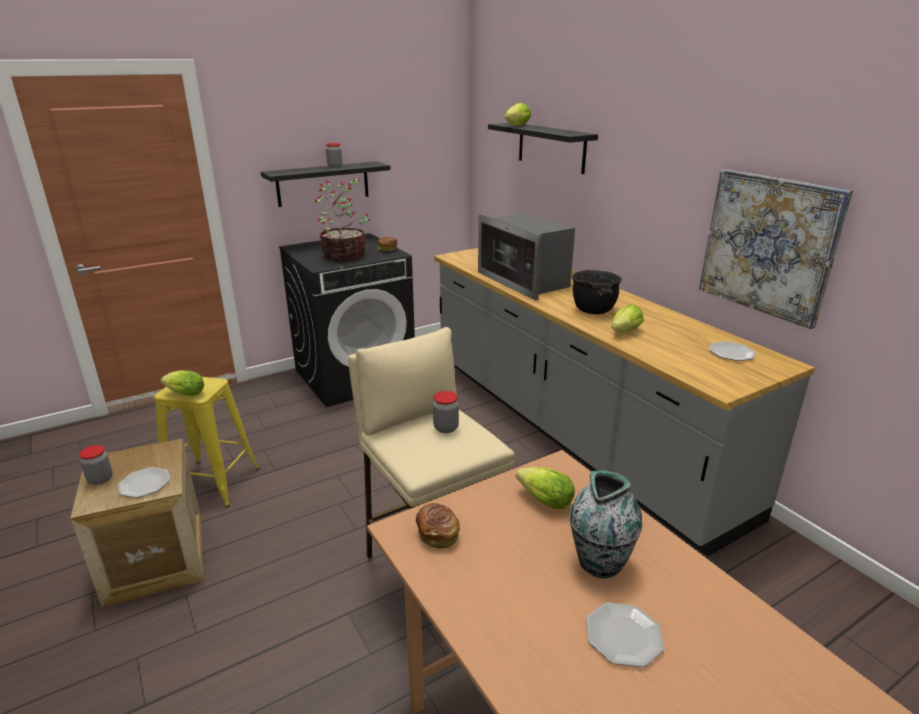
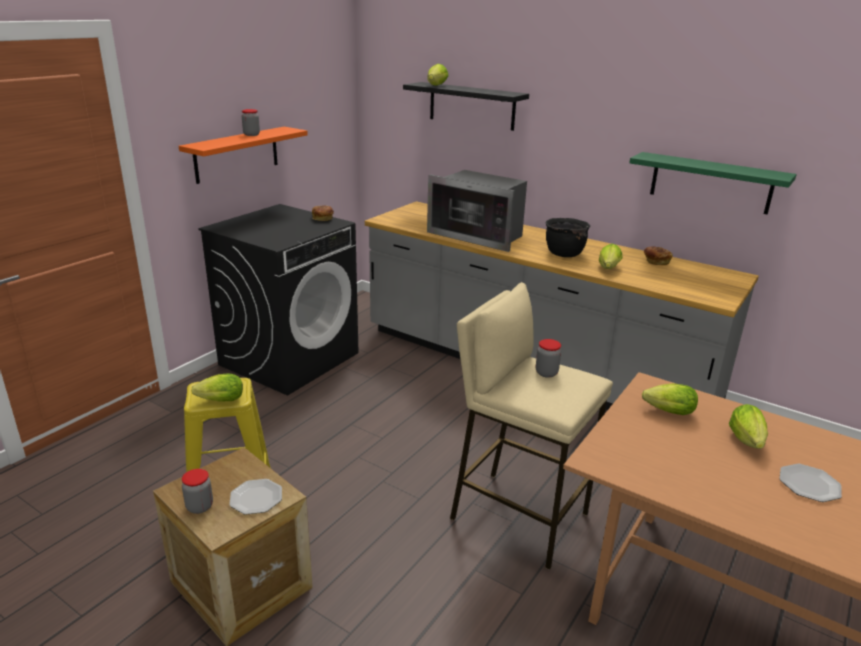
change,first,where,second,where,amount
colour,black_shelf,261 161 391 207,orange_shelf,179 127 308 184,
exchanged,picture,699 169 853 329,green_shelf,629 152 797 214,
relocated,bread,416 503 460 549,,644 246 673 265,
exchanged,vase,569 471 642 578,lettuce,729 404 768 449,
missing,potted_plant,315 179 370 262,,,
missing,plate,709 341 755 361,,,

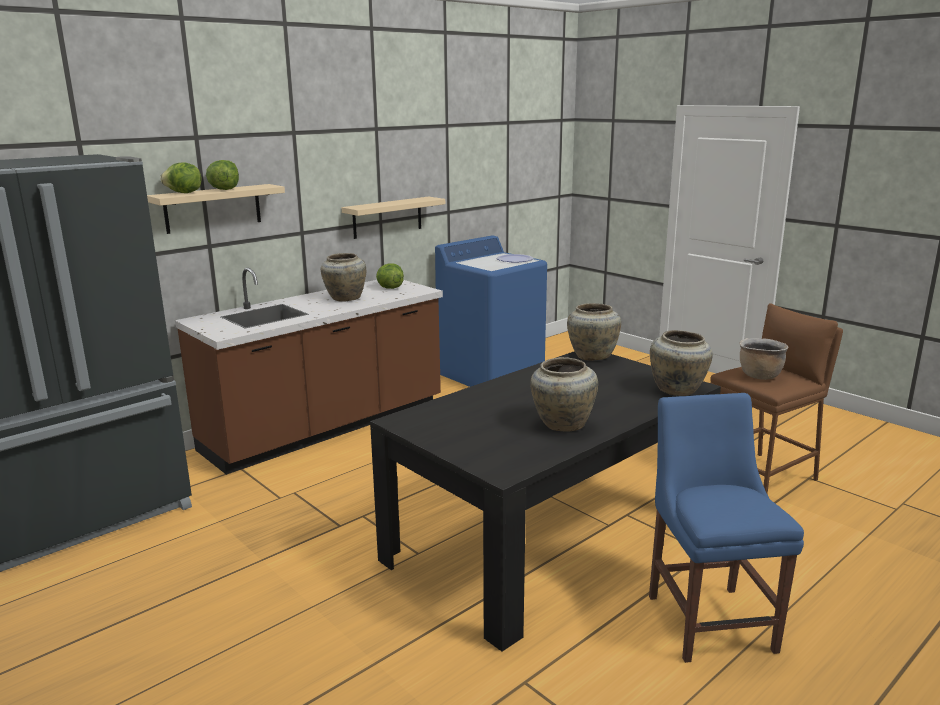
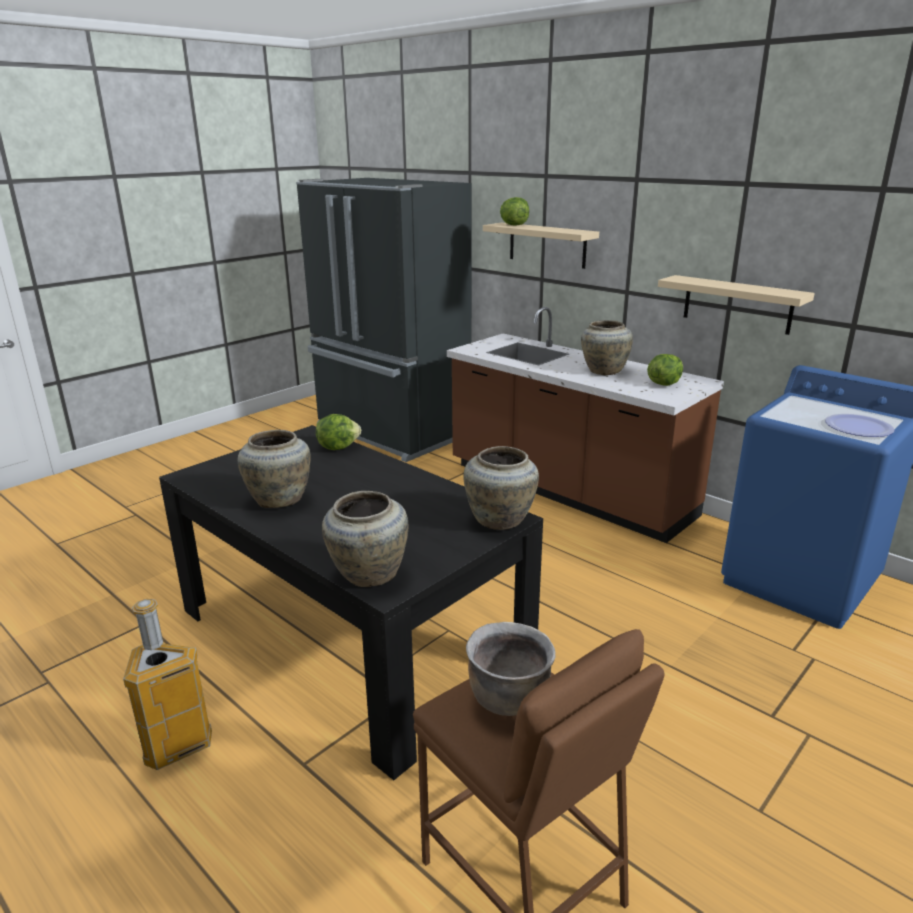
change,first,where,second,where,amount
exchanged,blue_chair,649 393 804 663,trash_can,123 599 212 770,
relocated,lettuce,206 160 239 190,,316 414 361 450,

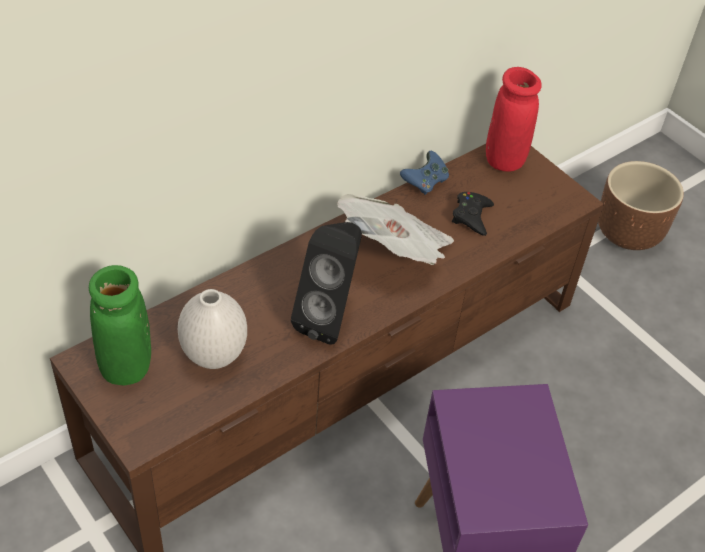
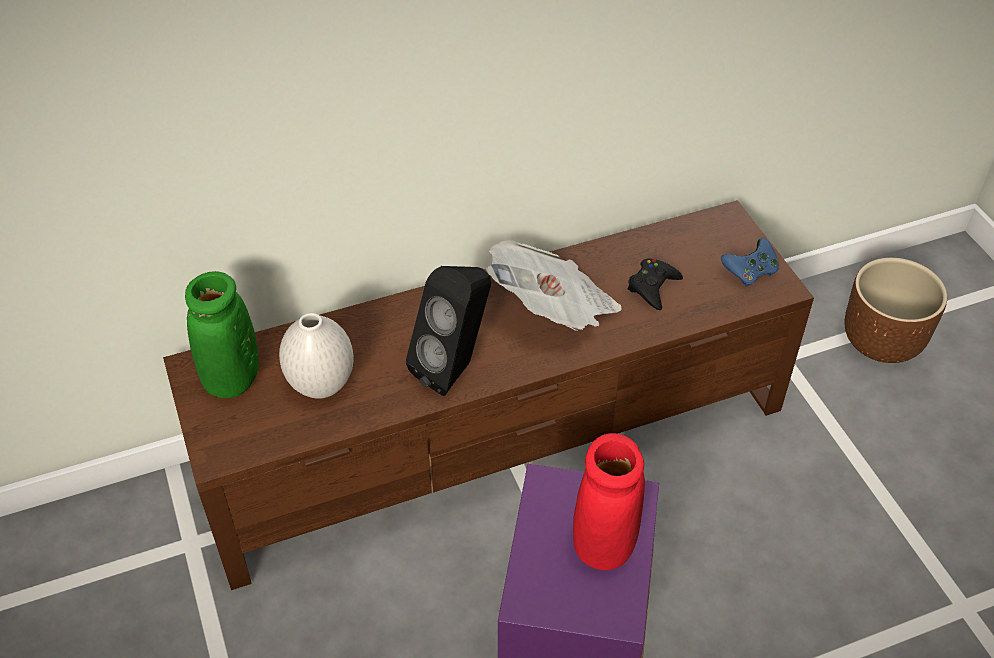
change,first,where,second,where,amount
relocated,red_vase,486 67 542 172,,573 433 645 570,
relocated,blue_game_controller,400 151 449 195,,721 238 779 287,

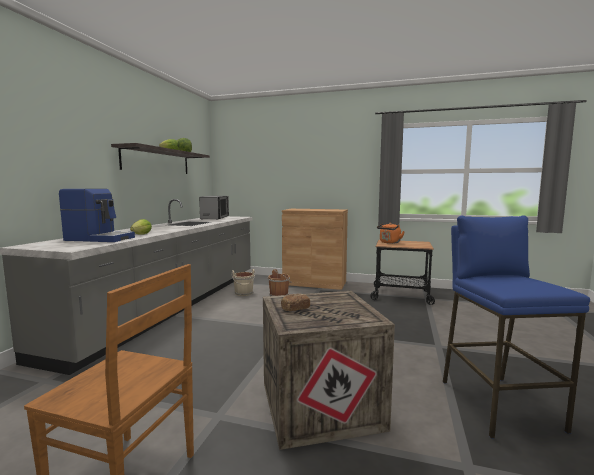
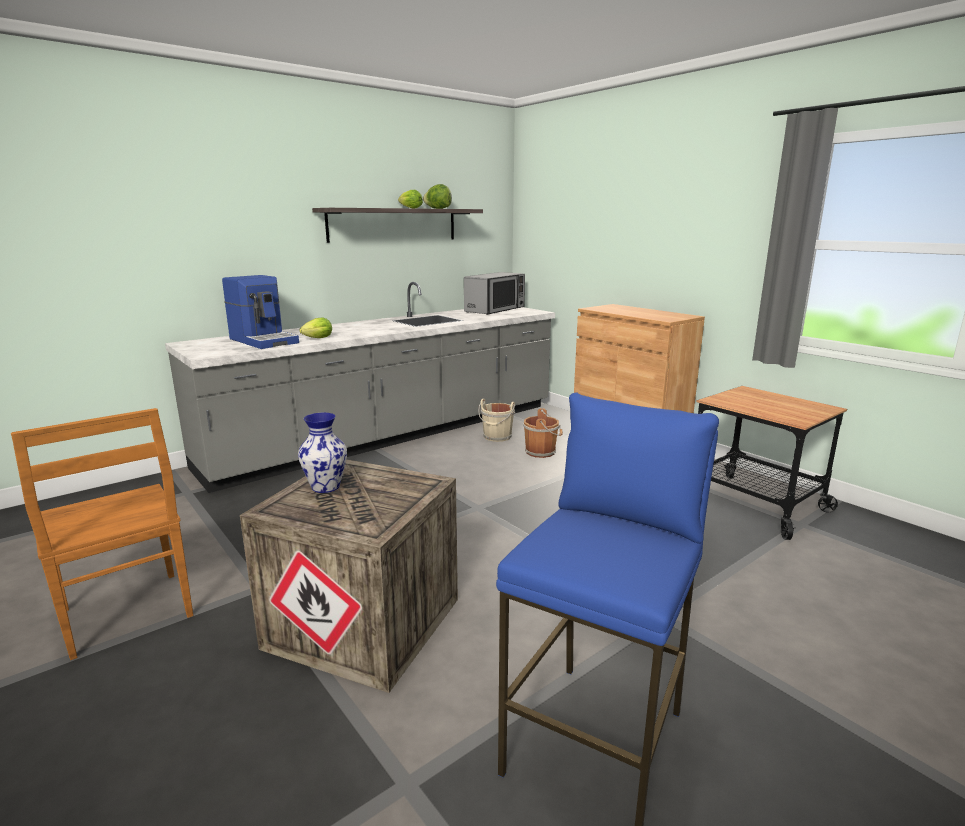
change,first,where,second,where,amount
exchanged,bread,281 293 310 311,vase,298 413 347 493,
missing,orange_kettle,377 223 405 244,,,

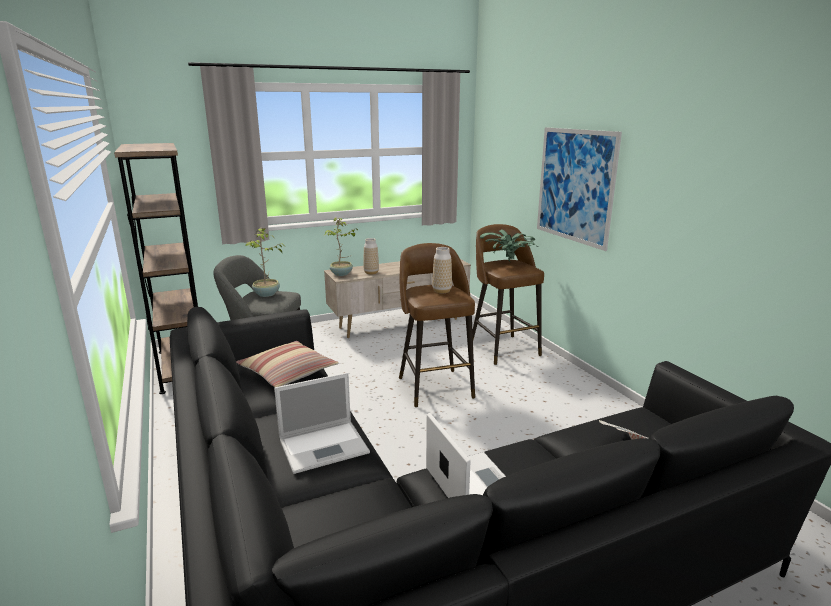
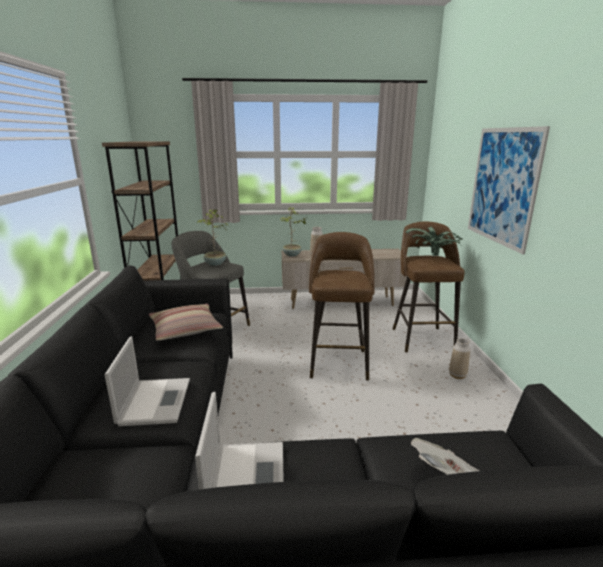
change,first,where,second,where,amount
spun,laptop,274 372 370 474,,105 336 190 426,90 degrees counterclockwise
relocated,vase,432 247 452 294,,449 338 470 379,

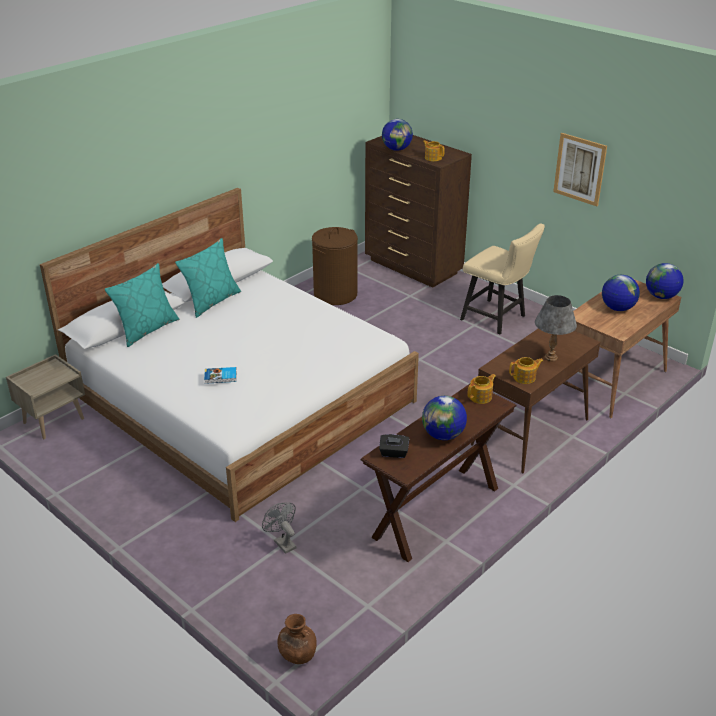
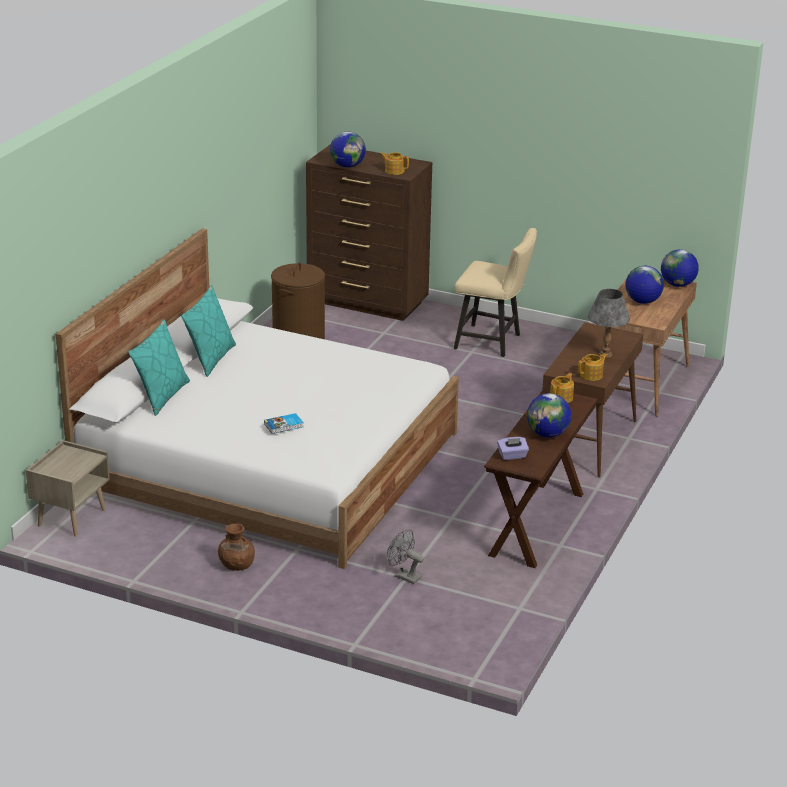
change,first,where,second,where,amount
relocated,brown_vase,277 614 317 664,,218 524 255 571,
colour,black_tissue_box,379 434 409 458,purple_tissue_box,497 437 529 460,
missing,picture,553 133 607 207,,,

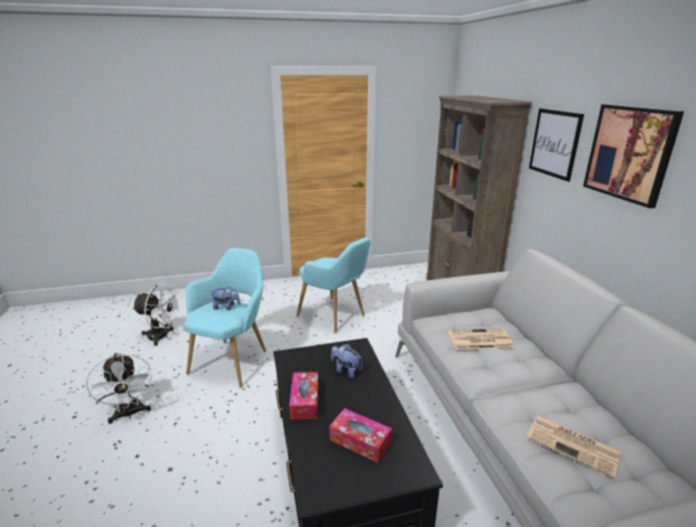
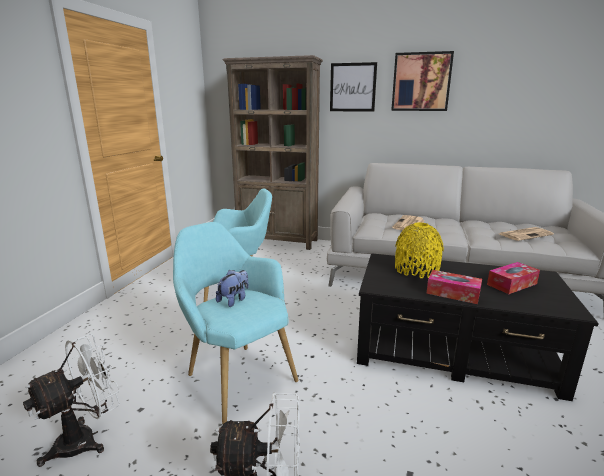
change,first,where,second,where,amount
exchanged,plush_toy,331 344 363 379,yellow_vase,395 222 444 278,

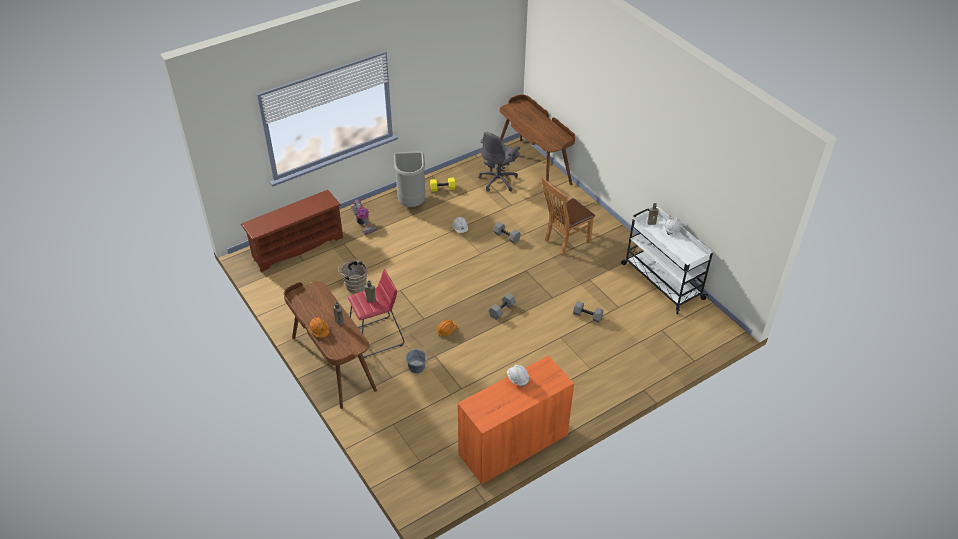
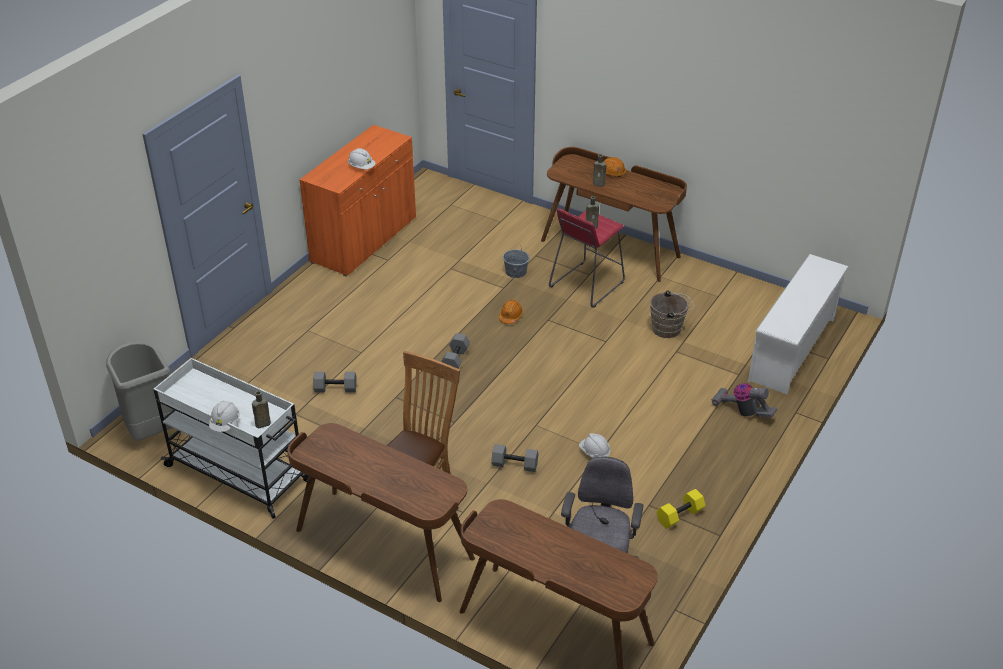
change,first,where,second,where,amount
relocated,grey_trash_can,394 151 425 207,,106 341 174 441,
appeared,,,brown_desk,288 423 475 602,
colour,brown_shoe_rack,241 190 343 272,white_shoe_rack,748 254 849 394,

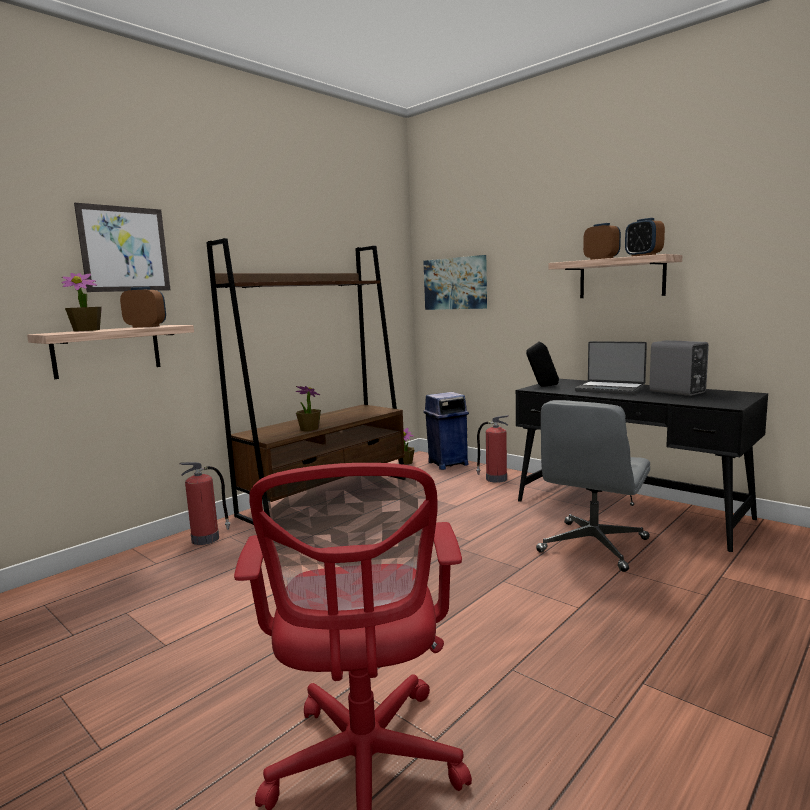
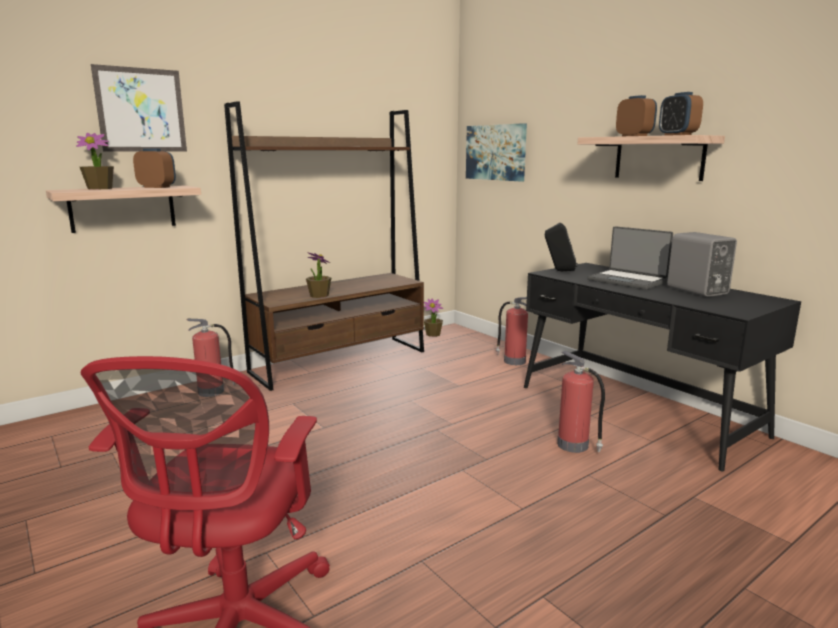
change,first,where,second,where,amount
exchanged,grey_office_chair,536 400 650 572,fire_extinguisher,557 350 605 453,
missing,blue_trash_can,423 392 469 470,,,

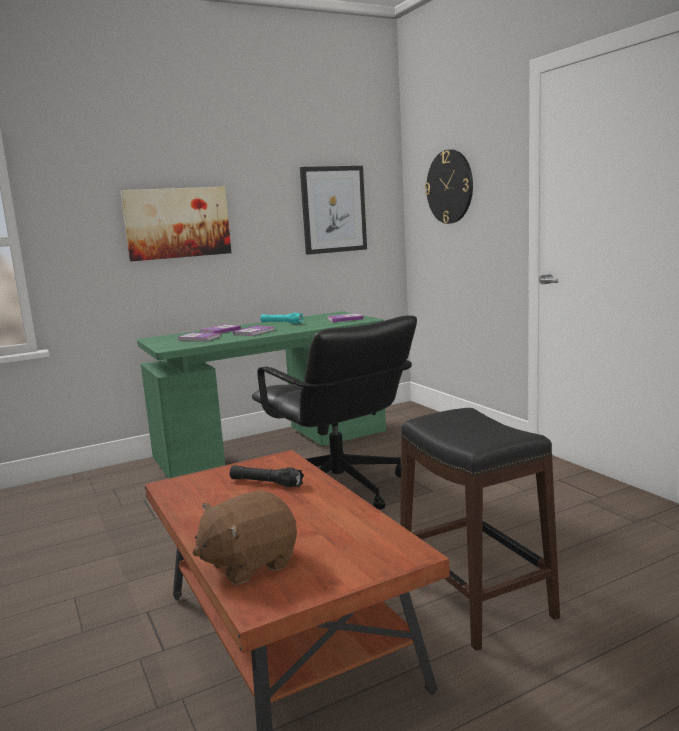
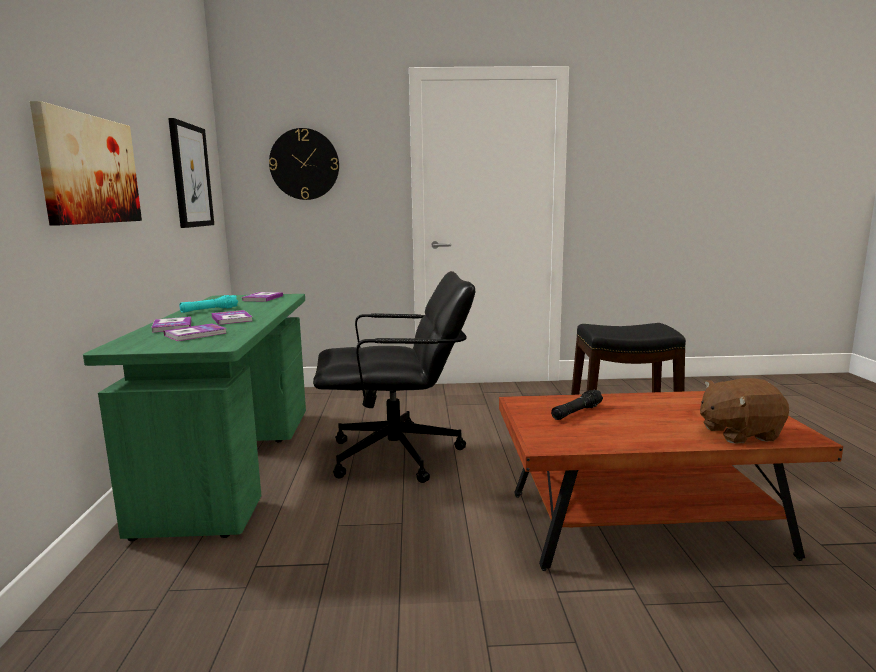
change,first,where,second,where,amount
spun,brown_plush_toy,193 491 297 585,,700 378 789 443,90 degrees clockwise

